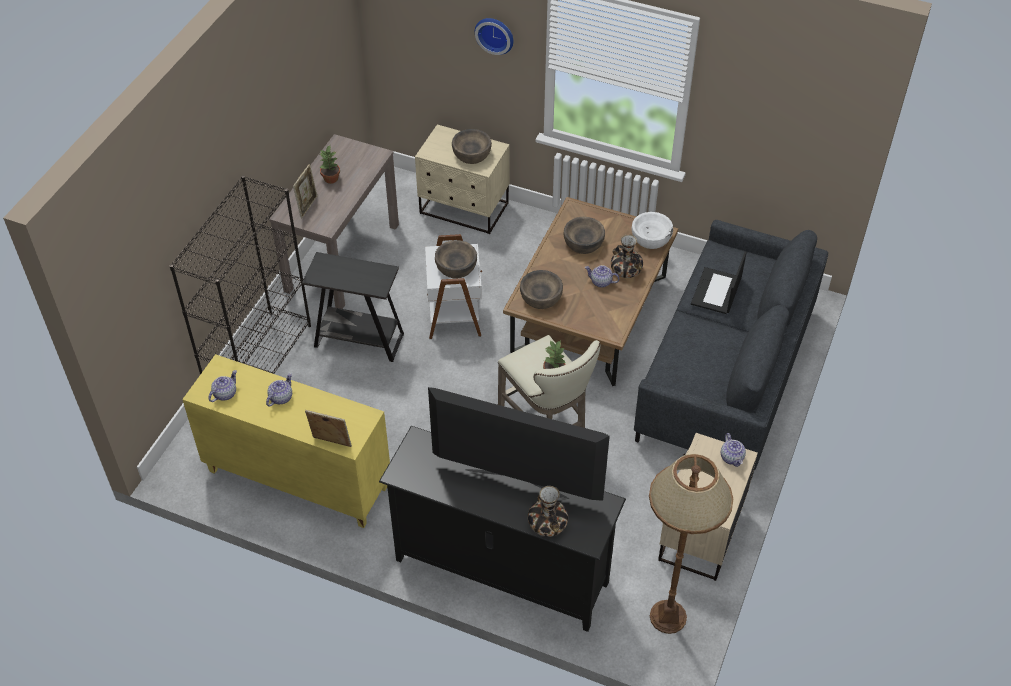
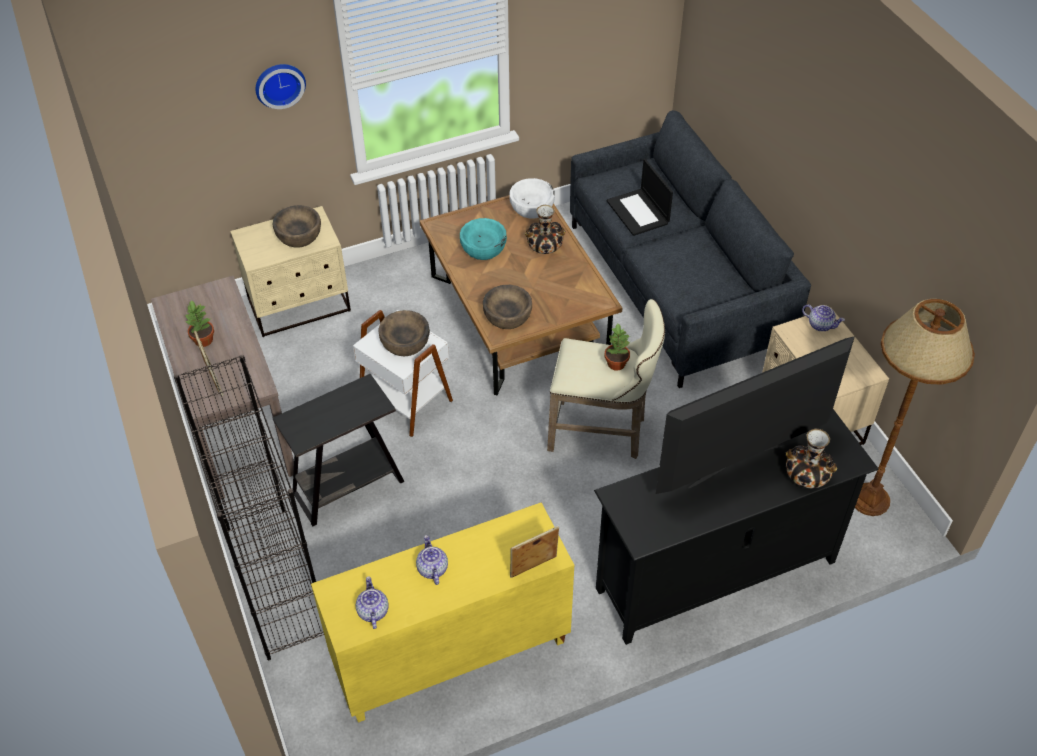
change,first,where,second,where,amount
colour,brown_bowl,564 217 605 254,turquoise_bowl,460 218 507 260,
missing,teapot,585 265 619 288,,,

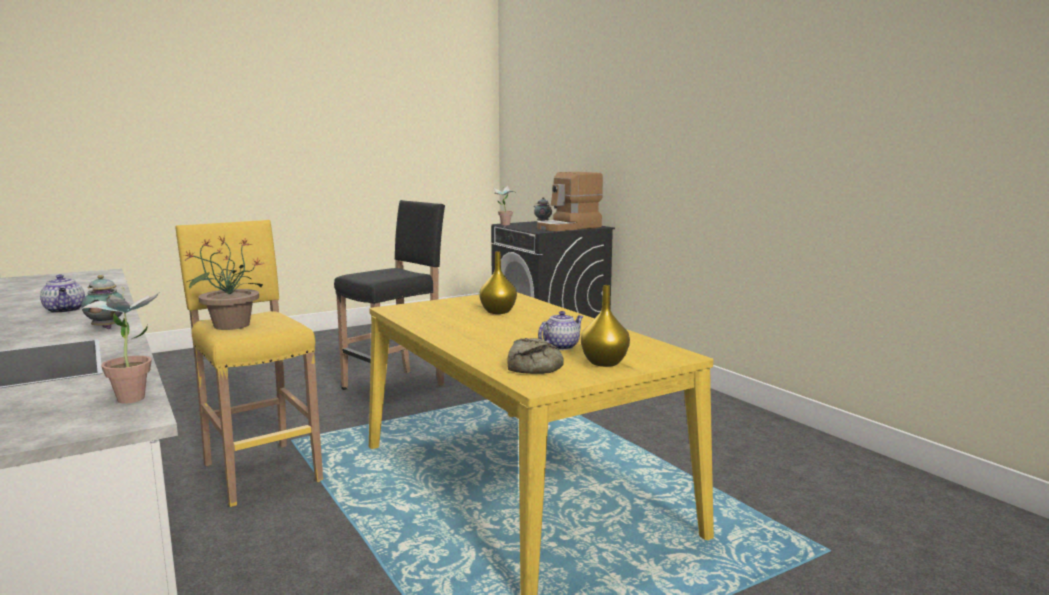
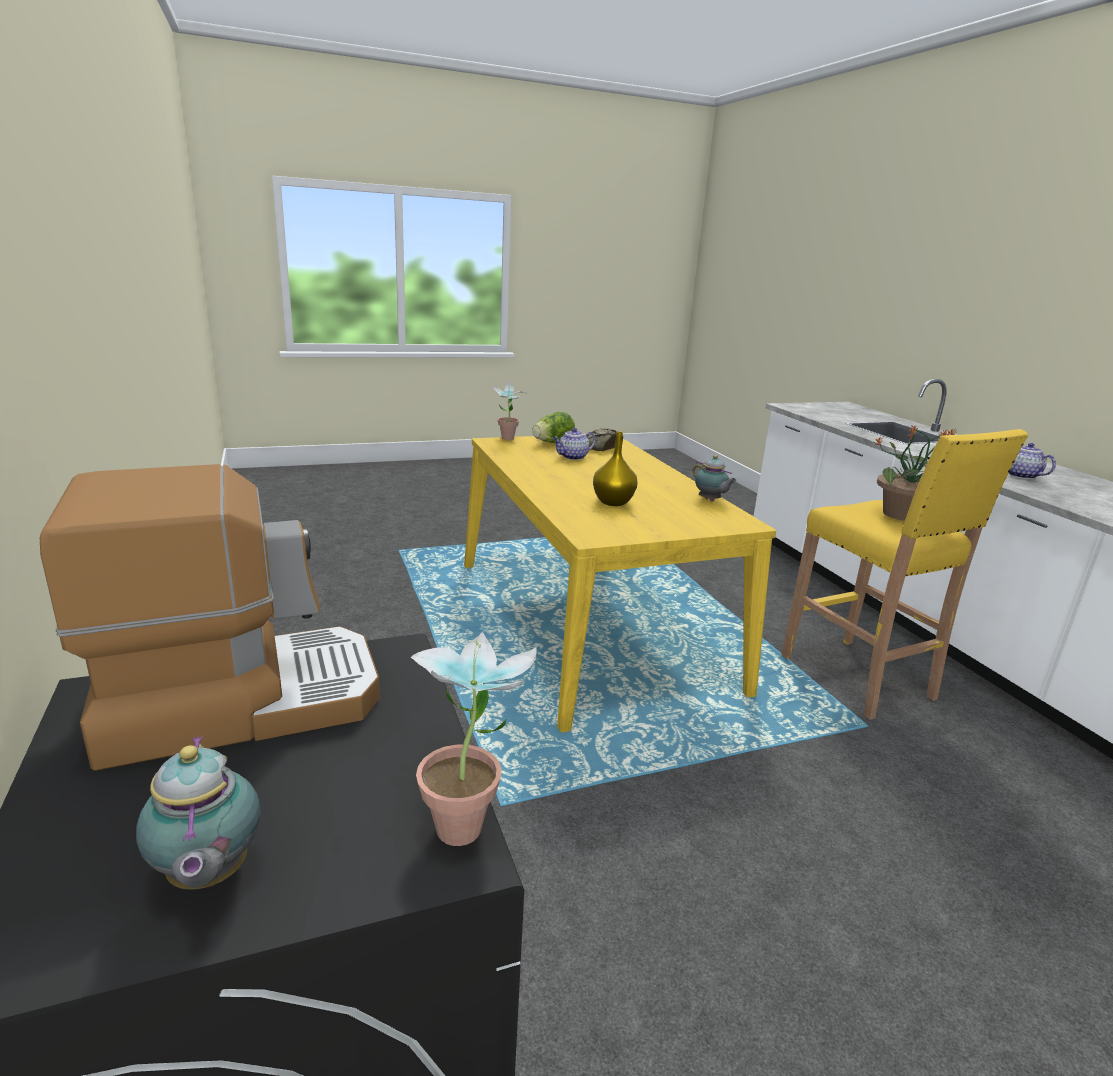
change,first,where,second,where,amount
relocated,potted_plant,82 287 159 403,,491 382 526 440,
exchanged,yellow_vase,581 285 630 367,lettuce,532 412 575 443,
relocated,teapot,82 275 125 329,,693 455 737 501,
missing,black_stool,334 200 445 390,,,

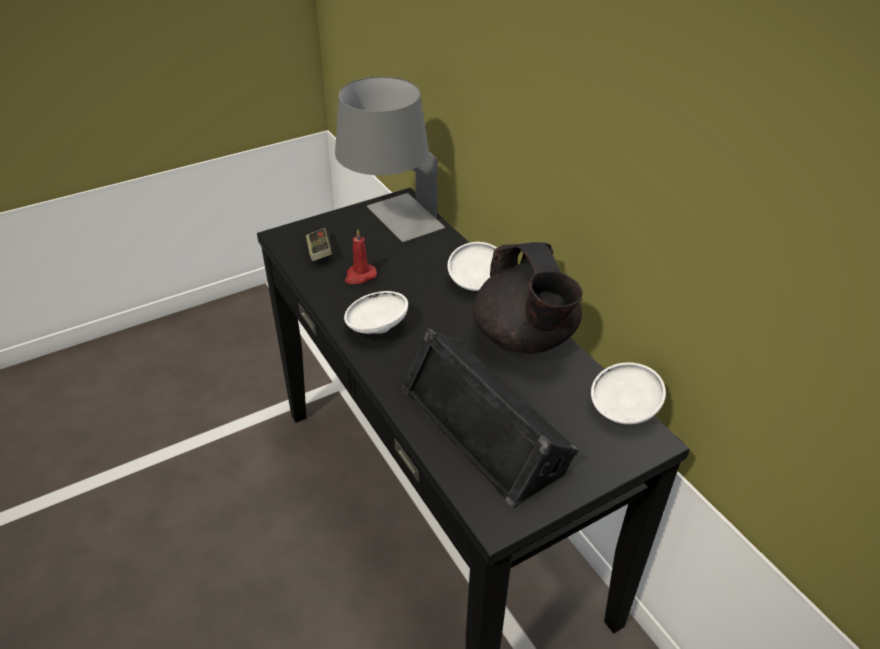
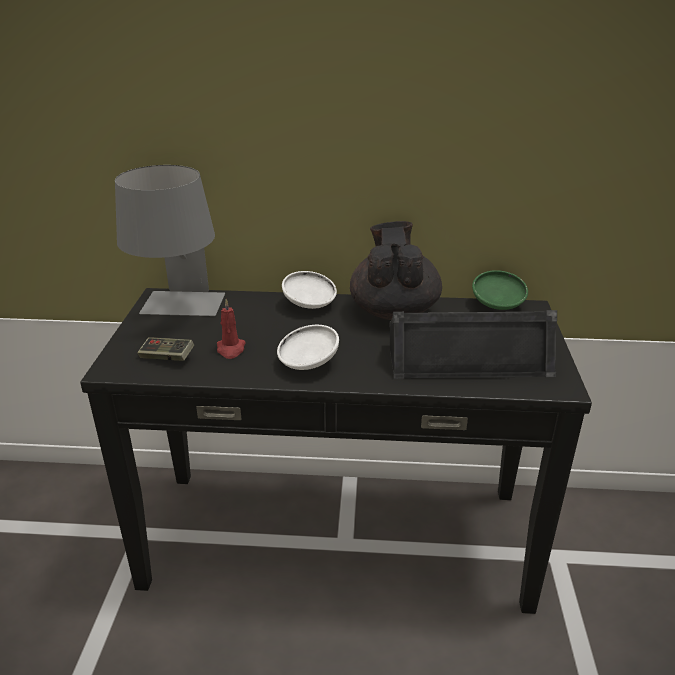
change,first,where,second,where,amount
spun,black_teapot,472 242 583 354,,350 221 442 320,105 degrees counterclockwise
colour,white_bowl,591 362 666 424,green_bowl,472 270 528 310,

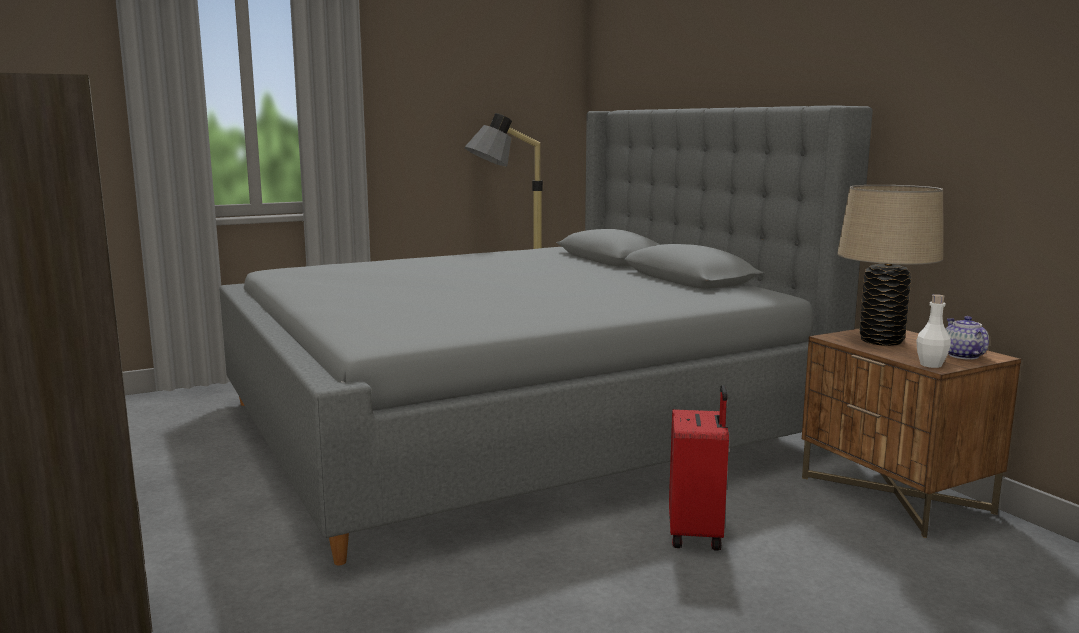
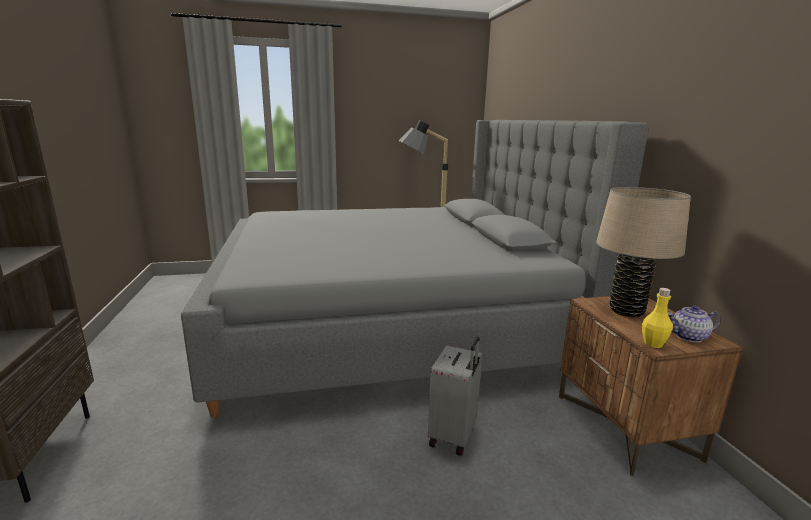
change,first,where,second,where,amount
colour,red_suitcase,669 385 729 551,grey_suitcase,428 336 482 456,
colour,white_bottle,916 294 951 368,yellow_bottle,642 288 673 348,
spun,teapot,946 316 989 359,,668 305 720 343,105 degrees counterclockwise

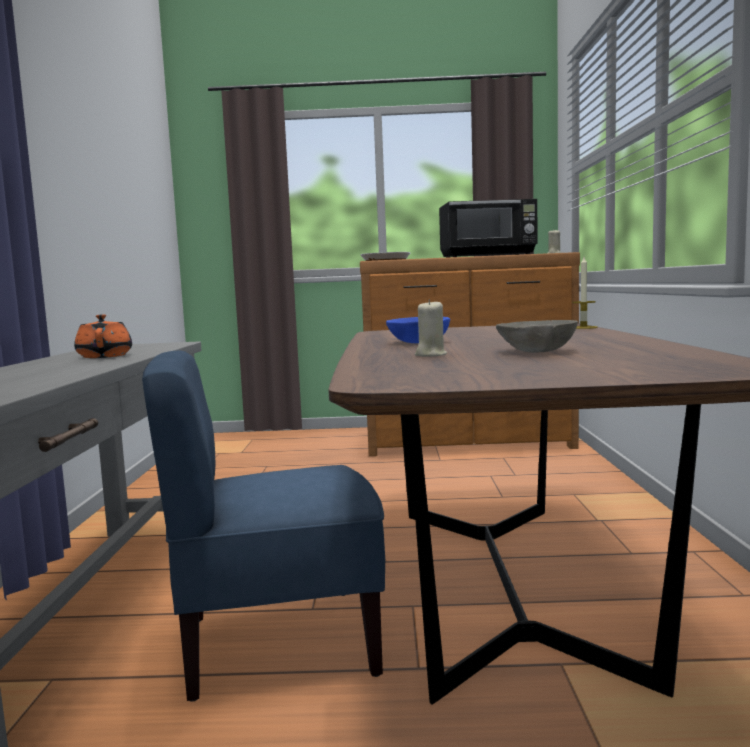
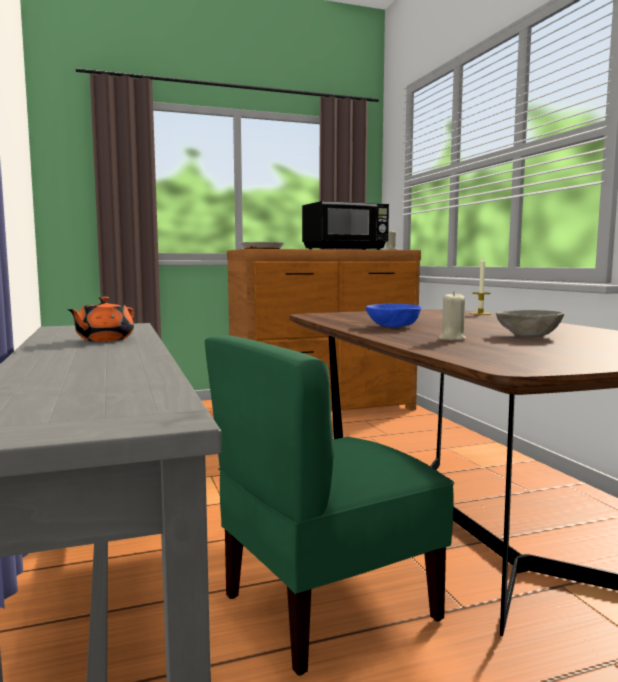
change,first,where,second,where,amount
spun,orange_teapot,74 315 132 358,,67 297 134 342,120 degrees counterclockwise
colour,blue_chair,142 351 385 702,green_chair,205 335 454 676,

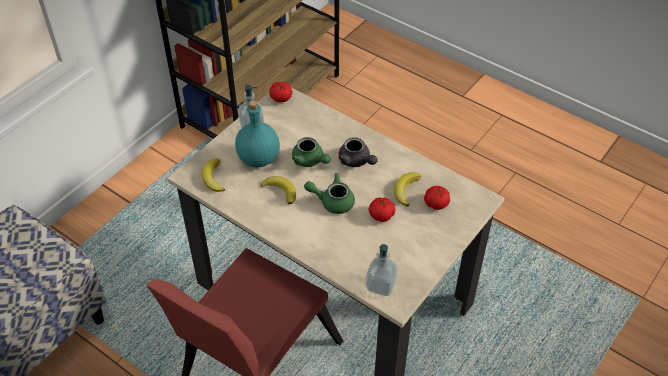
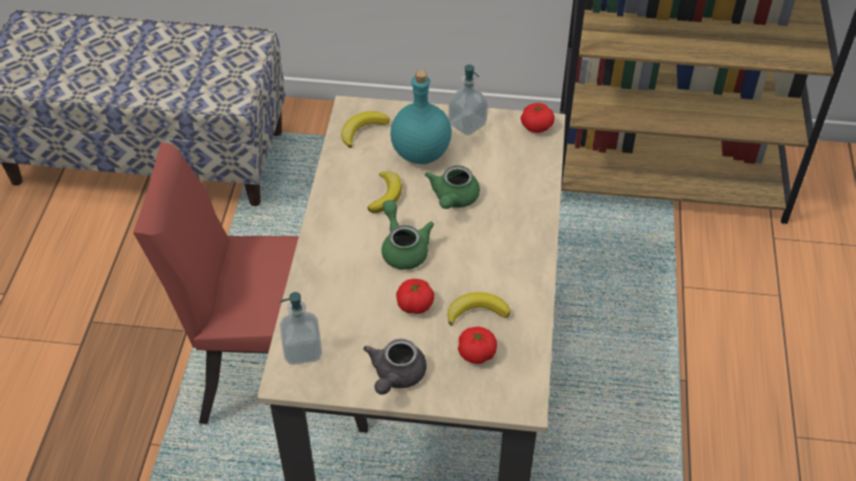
change,first,where,second,where,amount
relocated,grey_teapot,339 137 378 167,,363 339 427 395,

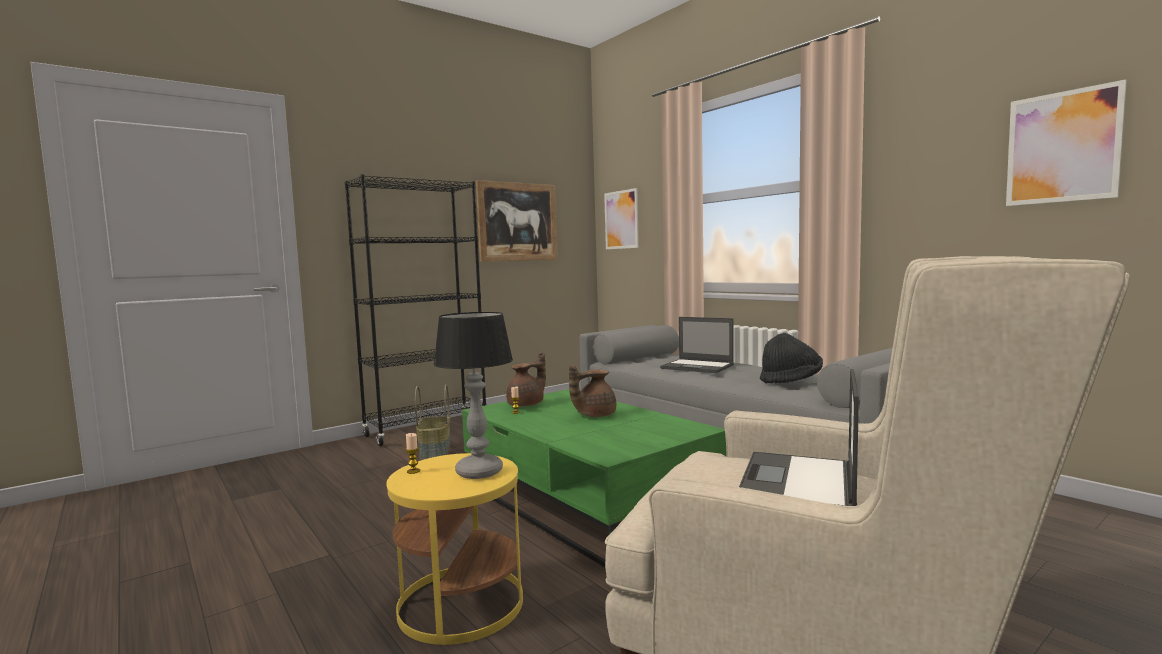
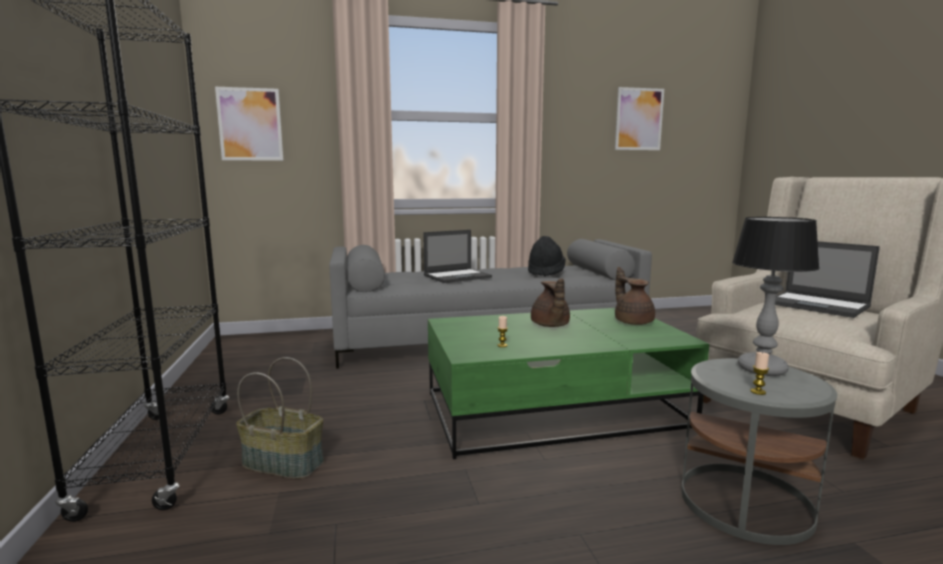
change,first,where,second,where,amount
relocated,brown_teapot,506 352 546 407,,615 267 655 325,
colour,yellow_side_table,386 453 523 645,grey_side_table,681 358 837 545,
missing,picture,476 180 558 262,,,

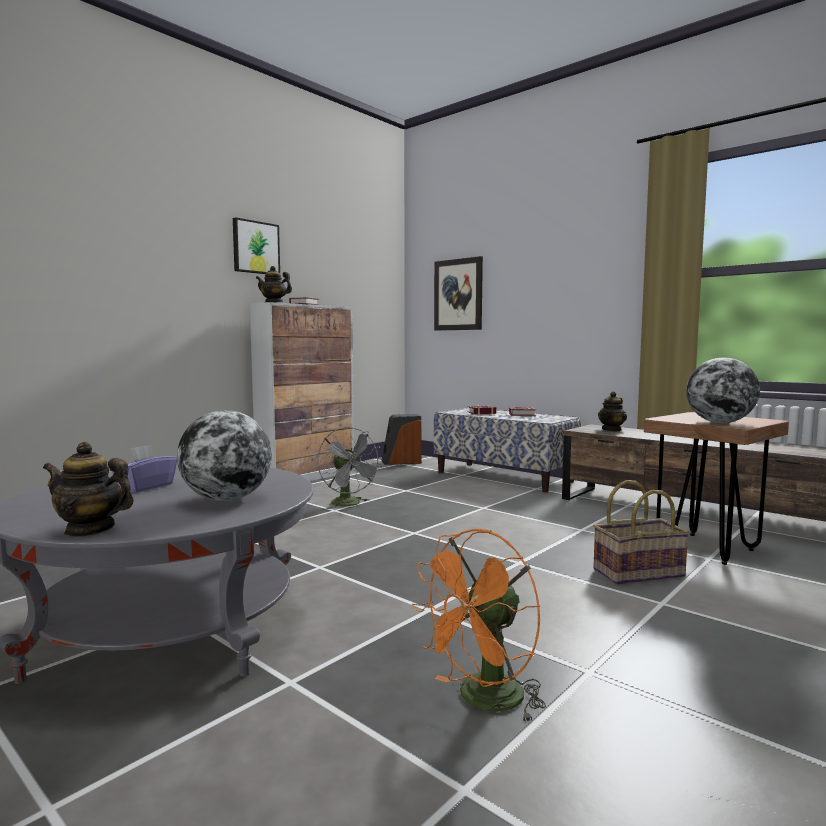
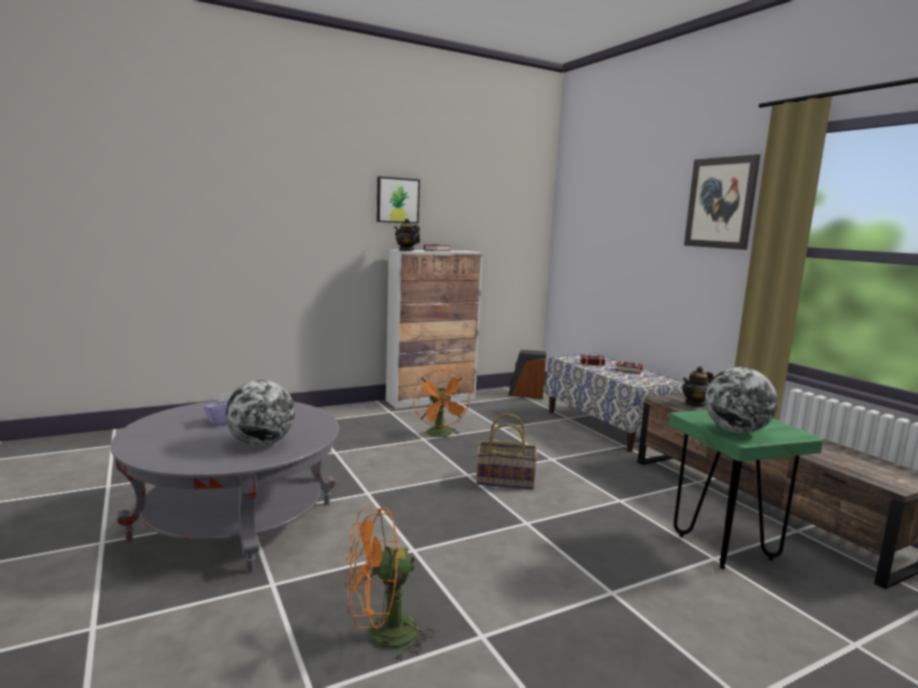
change,first,where,second,where,amount
colour,grey_fan,317 427 382 509,orange_fan,413 369 470 437,
relocated,basket,593 480 690 585,,476 413 537 489,
colour,brown_stool,644 412 789 565,green_stool,669 410 824 569,
relocated,picture,434 256 483 331,,684 154 760 250,
missing,teapot,43 442 134 537,,,

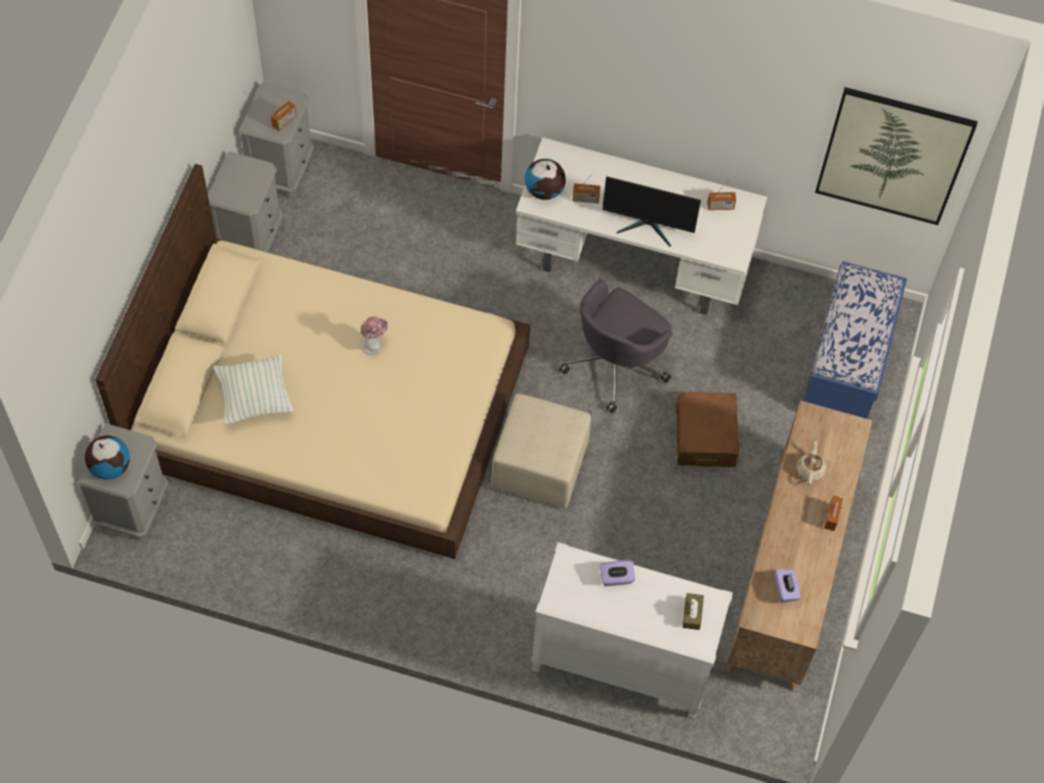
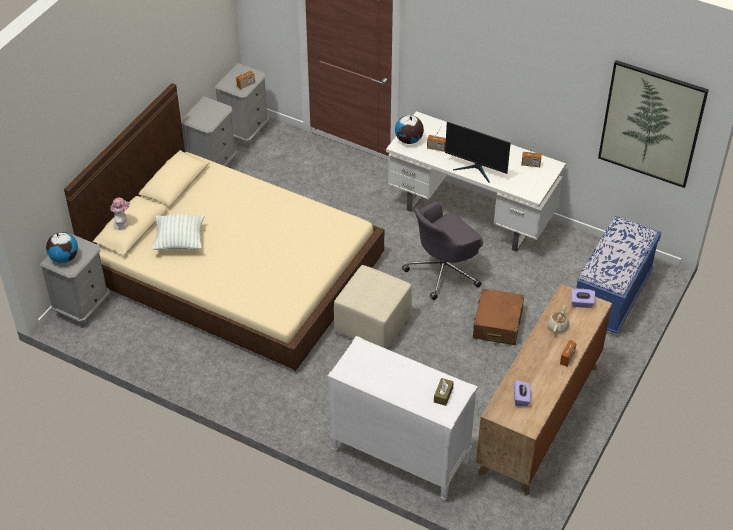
change,first,where,second,where,amount
relocated,hat,360 316 388 355,,110 198 130 229,
relocated,purple_tissue_box,600 560 635 586,,571 289 595 308,

